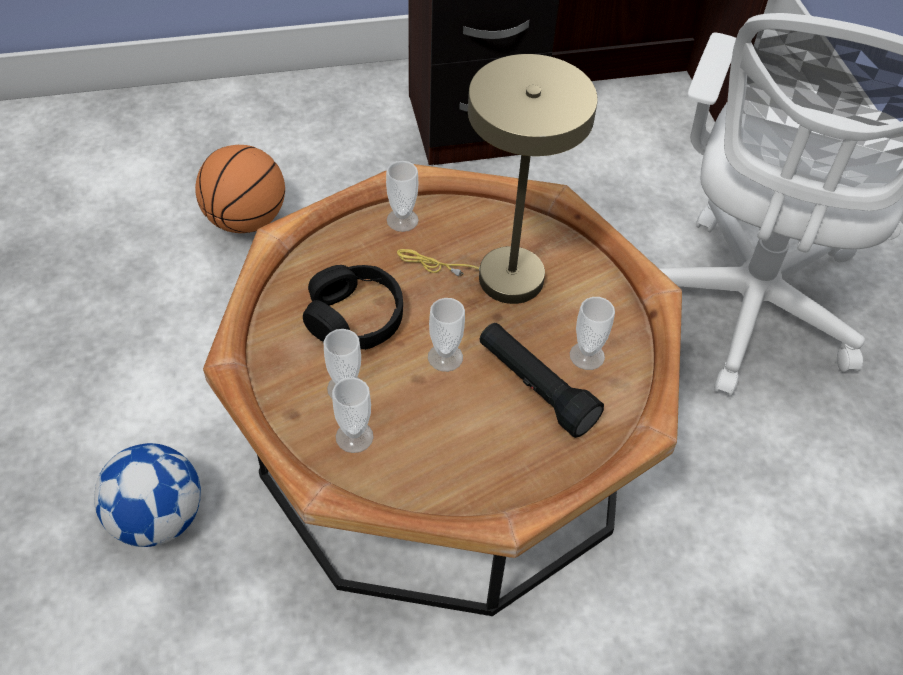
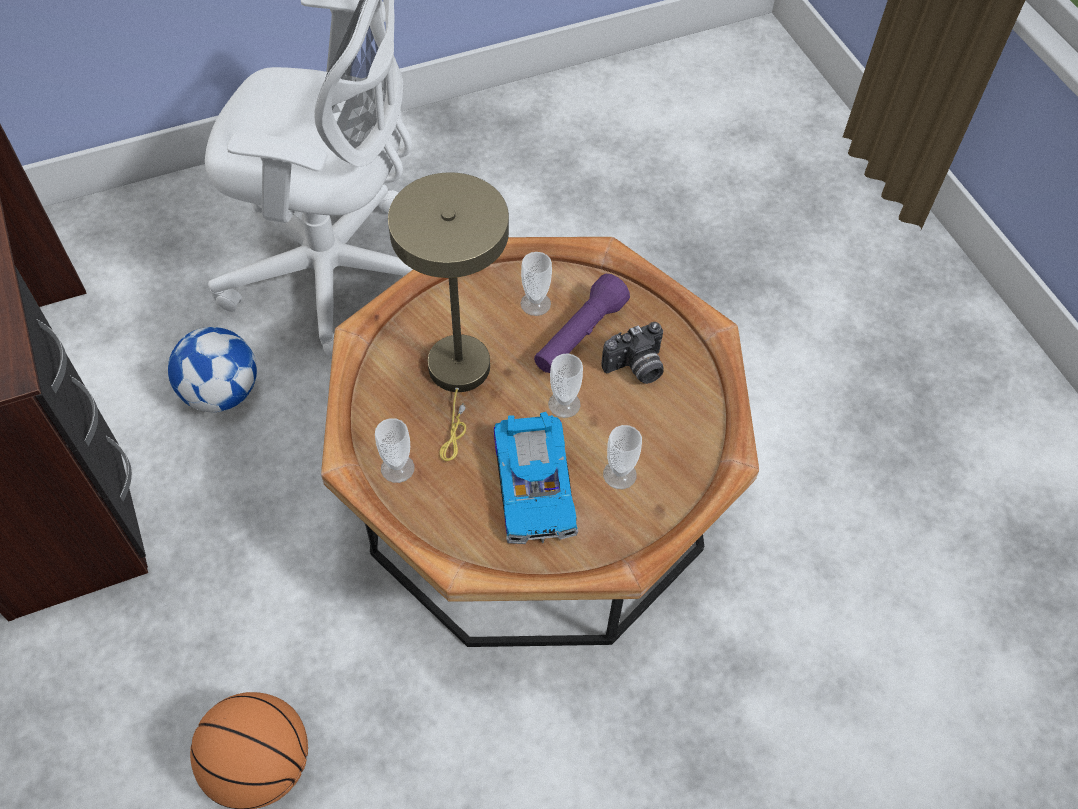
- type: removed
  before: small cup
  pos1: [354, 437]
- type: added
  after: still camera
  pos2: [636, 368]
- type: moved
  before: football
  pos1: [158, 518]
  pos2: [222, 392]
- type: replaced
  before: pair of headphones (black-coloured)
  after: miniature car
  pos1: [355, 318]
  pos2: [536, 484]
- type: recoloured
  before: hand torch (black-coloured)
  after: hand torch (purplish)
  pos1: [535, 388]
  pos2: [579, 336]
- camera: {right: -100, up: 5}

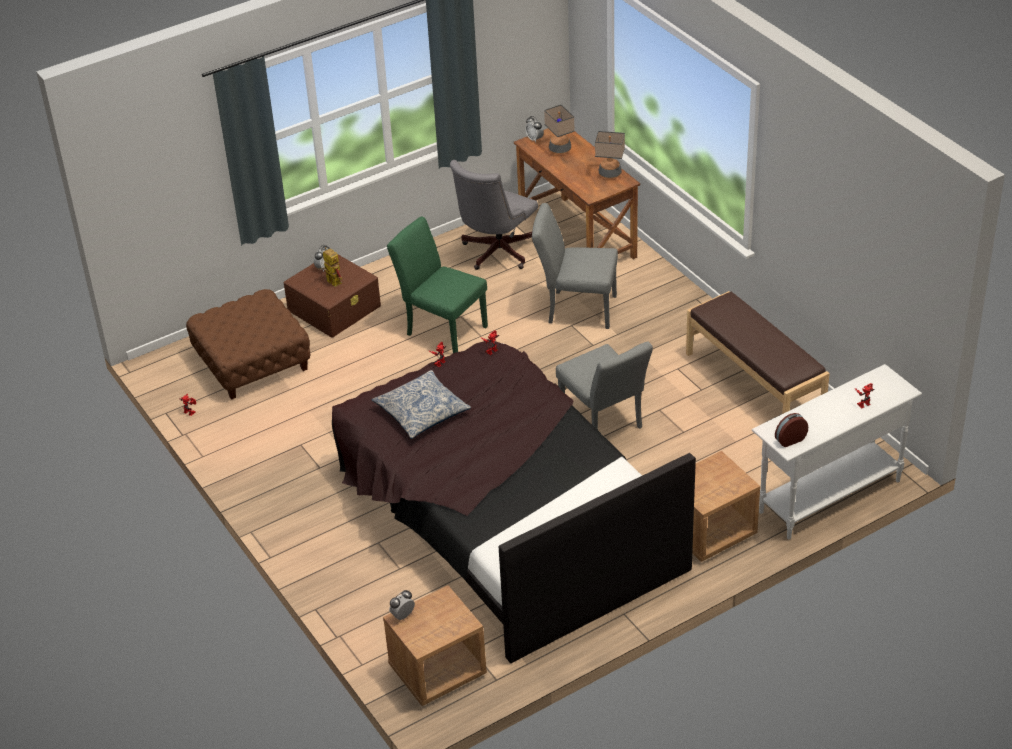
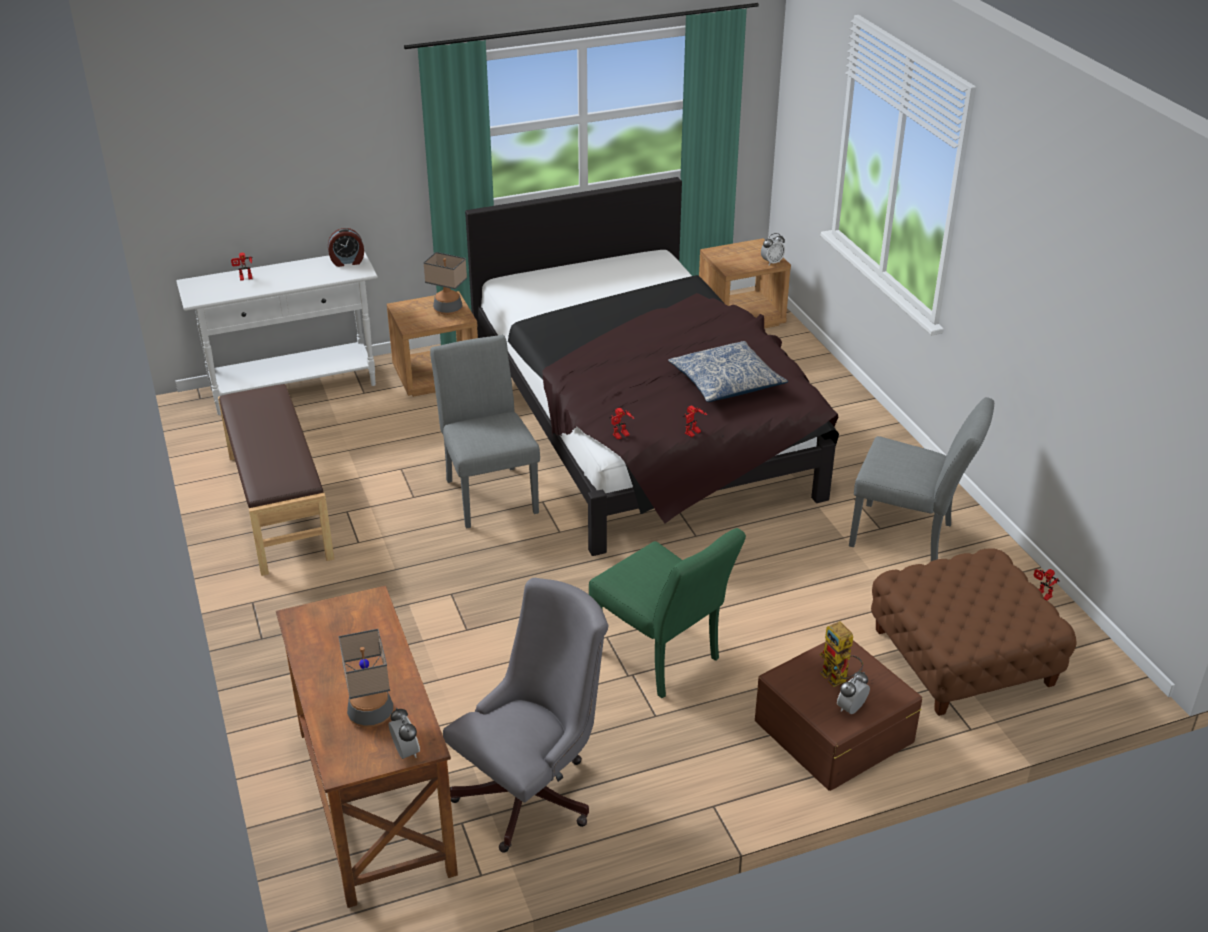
- type: moved
  before: plain chair (greyish)
  pos1: [576, 309]
  pos2: [909, 537]
- type: moved
  before: lamp for a table
  pos1: [610, 174]
  pos2: [448, 309]
- camera: {right: -170, up: -5}

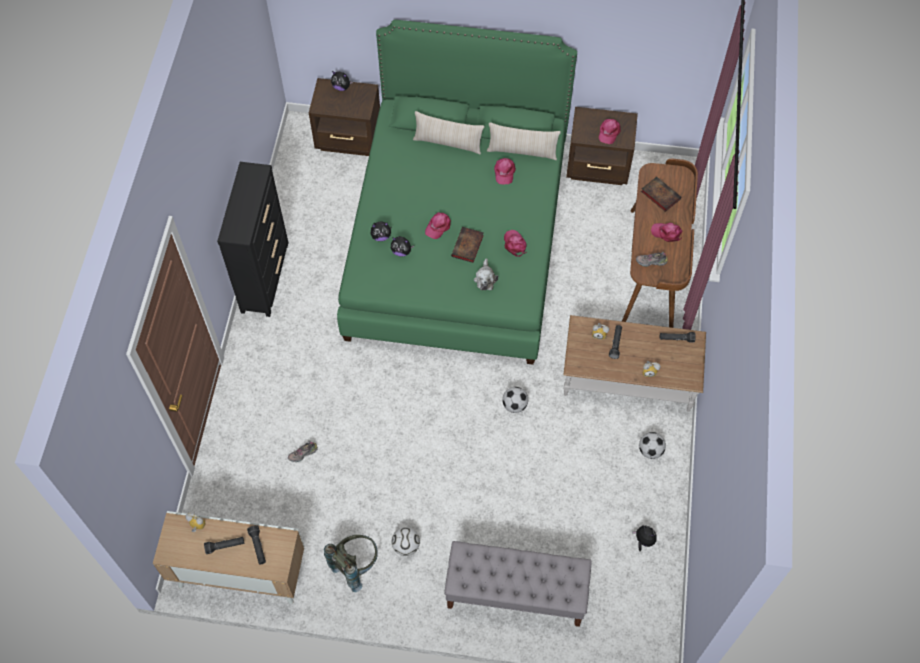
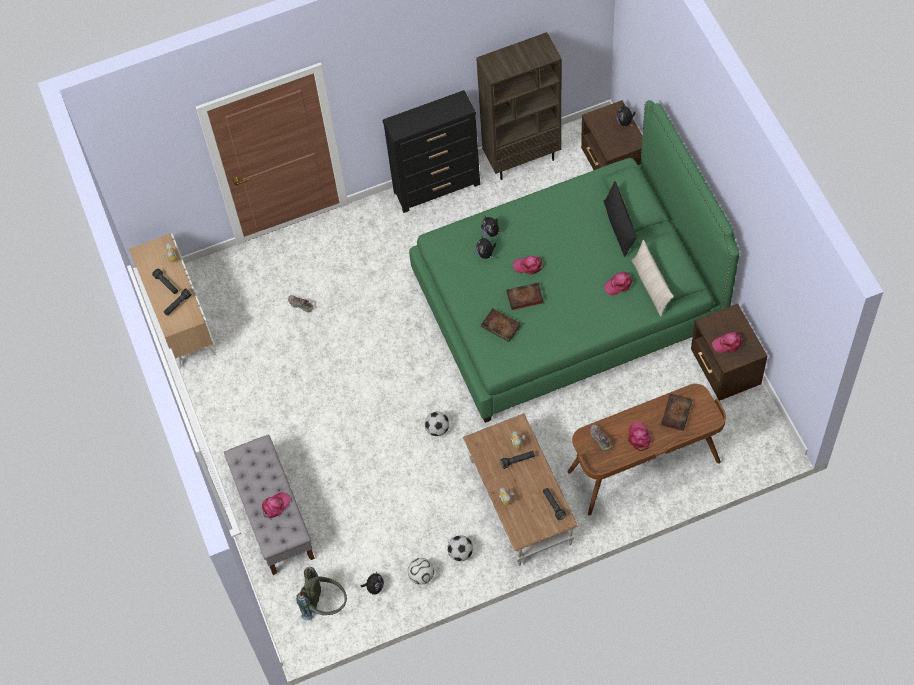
- type: added
  after: bookcase (brownish)
  pos2: [522, 158]
- type: moved
  before: knapsack (greyish)
  pos1: [355, 565]
  pos2: [325, 604]
- type: moved
  before: football
  pos1: [406, 546]
  pos2: [421, 576]
- type: moved
  before: peaked cap (pink-coloured)
  pos1: [515, 244]
  pos2: [275, 506]
- type: replaced
  before: soft toy
  after: bound book
  pos1: [485, 278]
  pos2: [501, 326]
- type: recoloured
  before: cushion (beige-coloured)
  after: cushion (black-coloured)
  pos1: [448, 143]
  pos2: [619, 227]
- camera: {right: 65, up: 0}

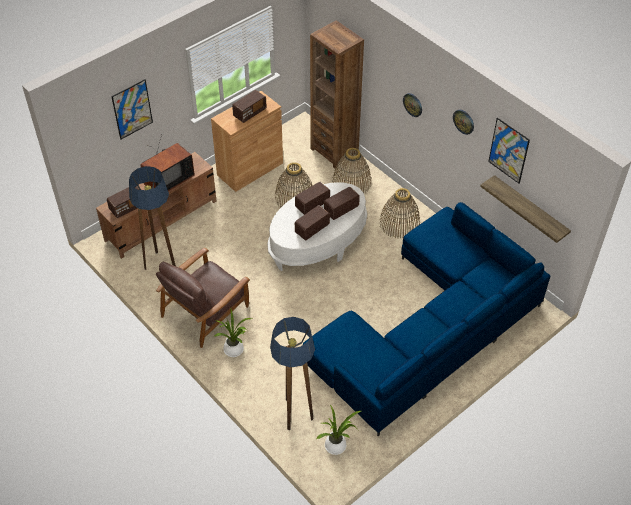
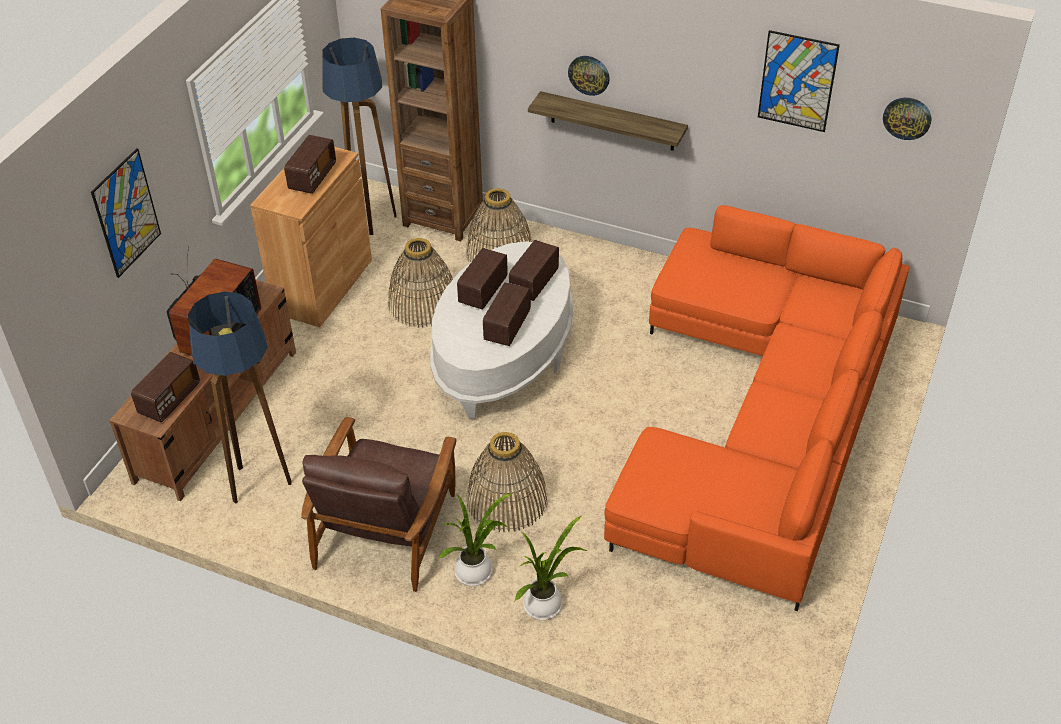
- type: moved
  before: standing lamp
  pos1: [294, 413]
  pos2: [369, 217]
- type: moved
  before: plant in a pot
  pos1: [337, 446]
  pos2: [546, 604]
- type: moved
  before: household basket
  pos1: [399, 223]
  pos2: [506, 500]
- type: moved
  before: wall clock
  pos1: [464, 121]
  pos2: [907, 118]
- type: moved
  before: bracket shelf
  pos1: [530, 209]
  pos2: [612, 121]
- type: recoloured
  before: couch (bluish)
  after: couch (orange)
  pos1: [430, 329]
  pos2: [762, 418]
- camera: {right: -25, up: -5}

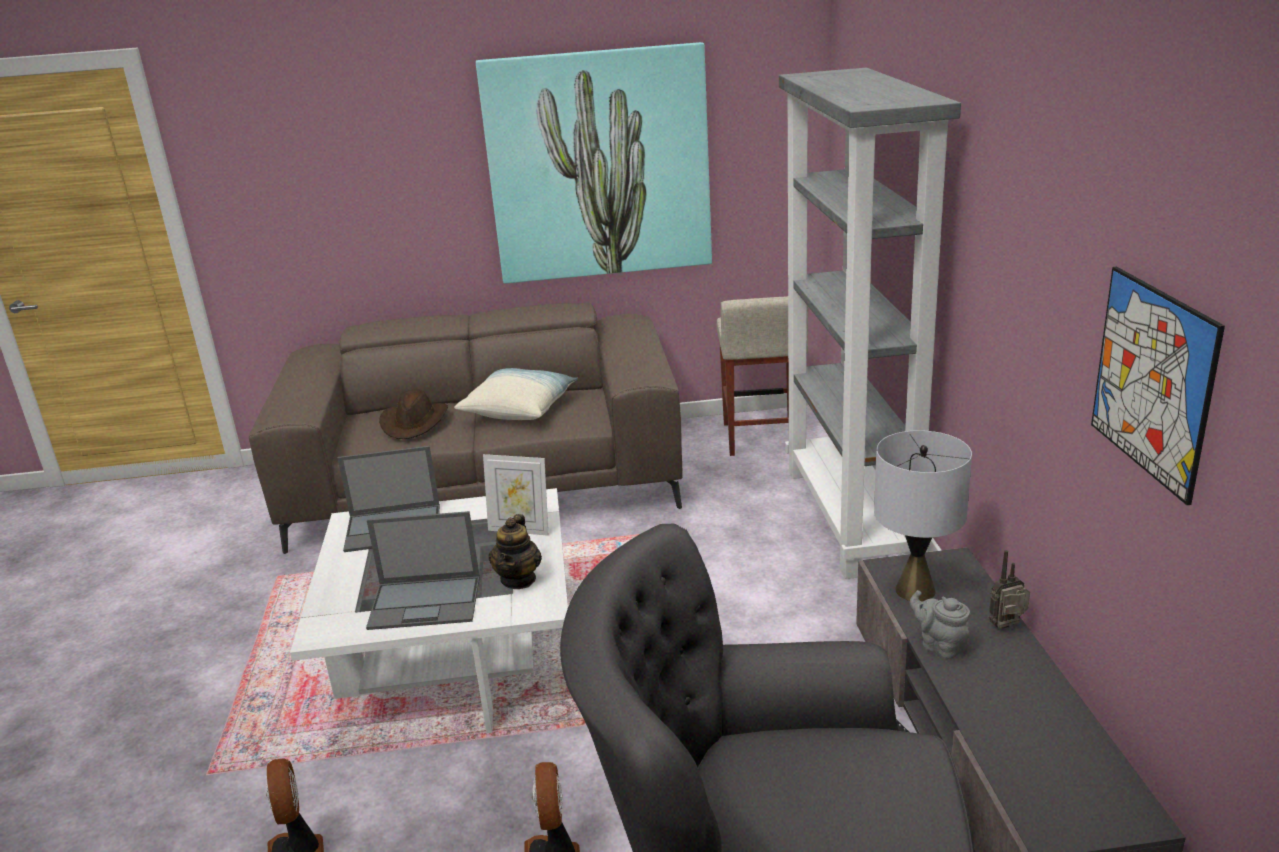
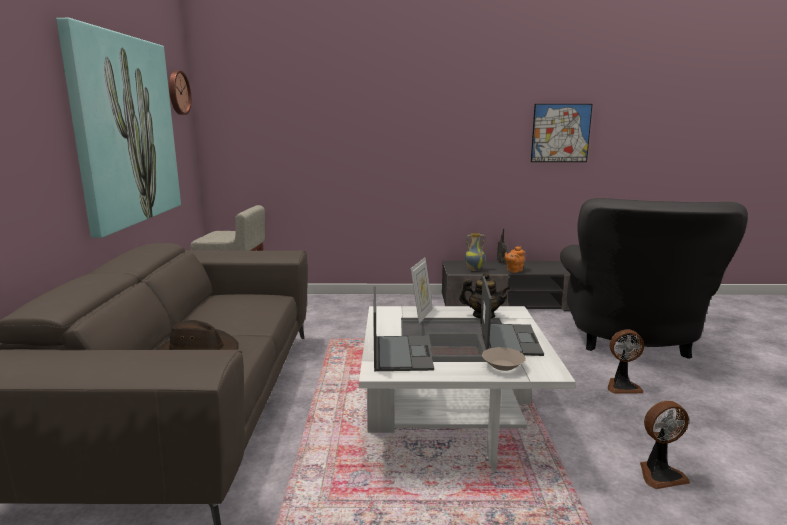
- type: removed
  before: cushion
  pos1: [519, 409]
- type: removed
  before: bookcase (greyish)
  pos1: [851, 517]
- type: added
  after: wall clock
  pos2: [177, 92]
- type: added
  after: bowl (beige-coloured)
  pos2: [502, 366]
- type: replaced
  before: lamp for a table (greyish)
  after: flower vase
  pos1: [915, 590]
  pos2: [474, 269]
- type: recoloured
  before: pot for tea (greyish)
  after: pot for tea (orange)
  pos1: [940, 646]
  pos2: [513, 271]
- camera: {right: -85, up: -10}

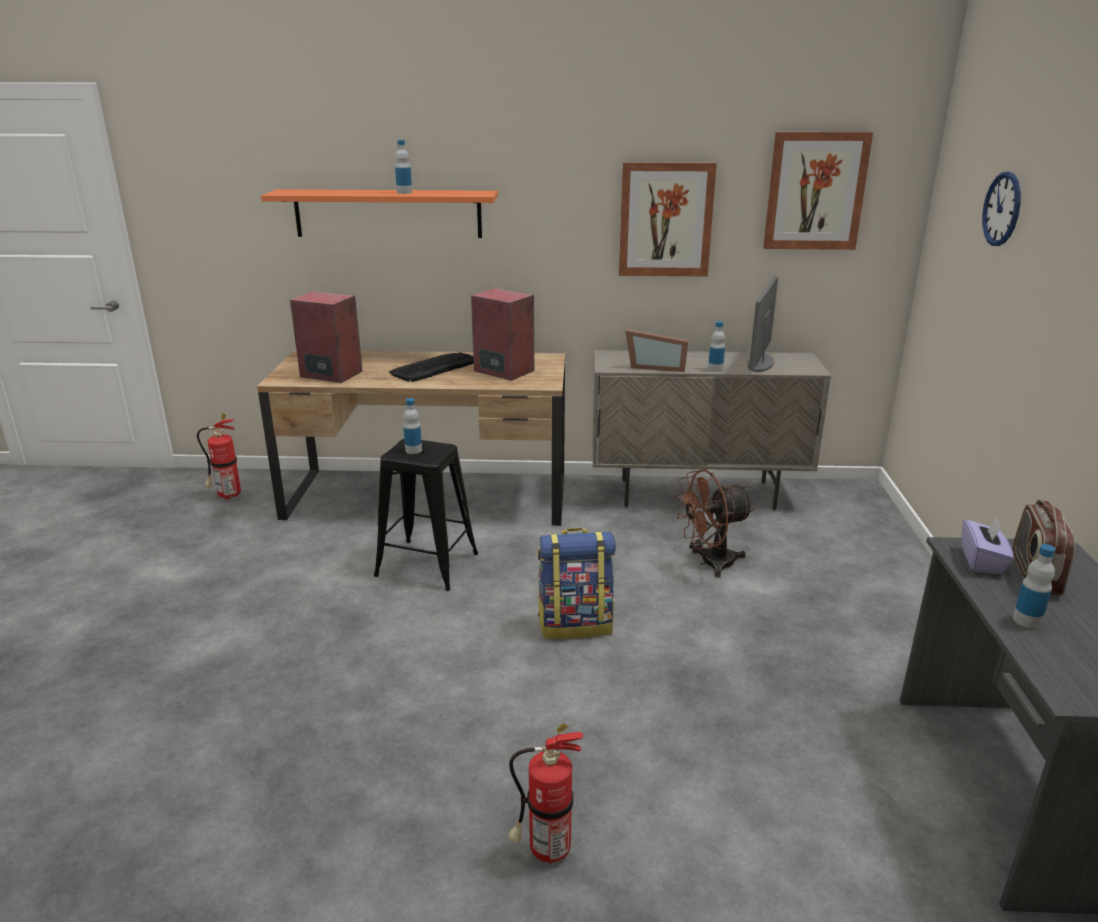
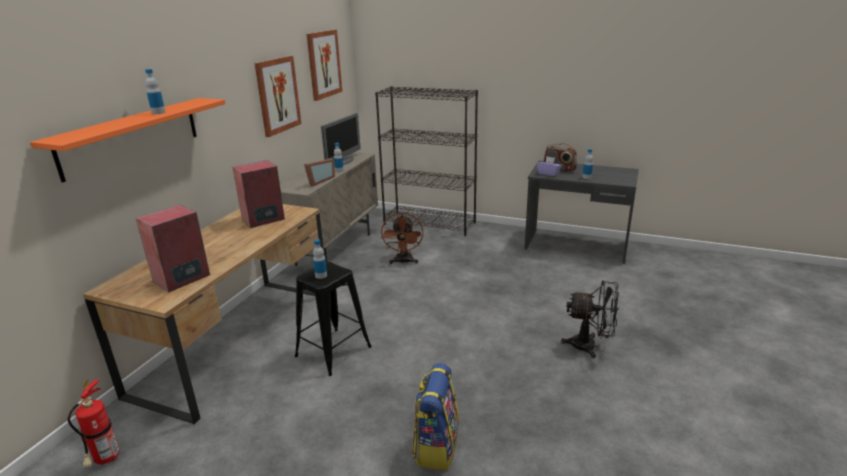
- type: removed
  before: PC keyboard
  pos1: [433, 367]
- type: removed
  before: wall clock
  pos1: [1002, 209]
- type: added
  after: bookcase (black-coloured)
  pos2: [430, 223]
- type: moved
  before: knapsack
  pos1: [575, 624]
  pos2: [436, 446]
- type: replaced
  before: extinguisher
  after: cooling fan (black-coloured)
  pos1: [544, 851]
  pos2: [590, 346]
- type: turned
  before: computer display
  pos1: [760, 364]
  pos2: [343, 162]
  turn: -105
- camera: {right: -70, up: 0}

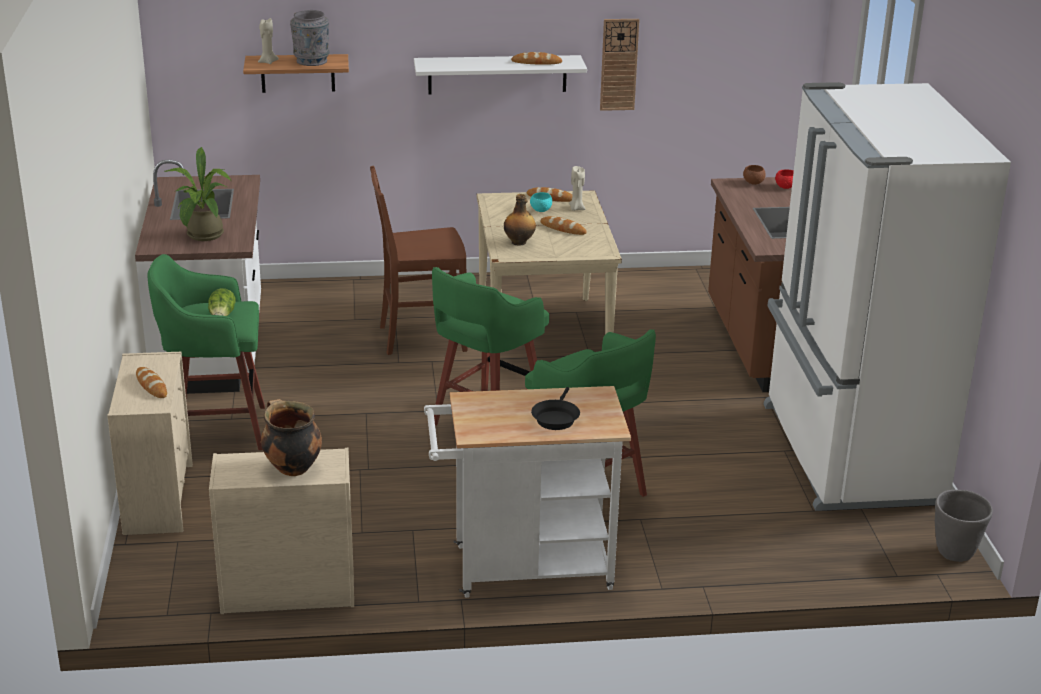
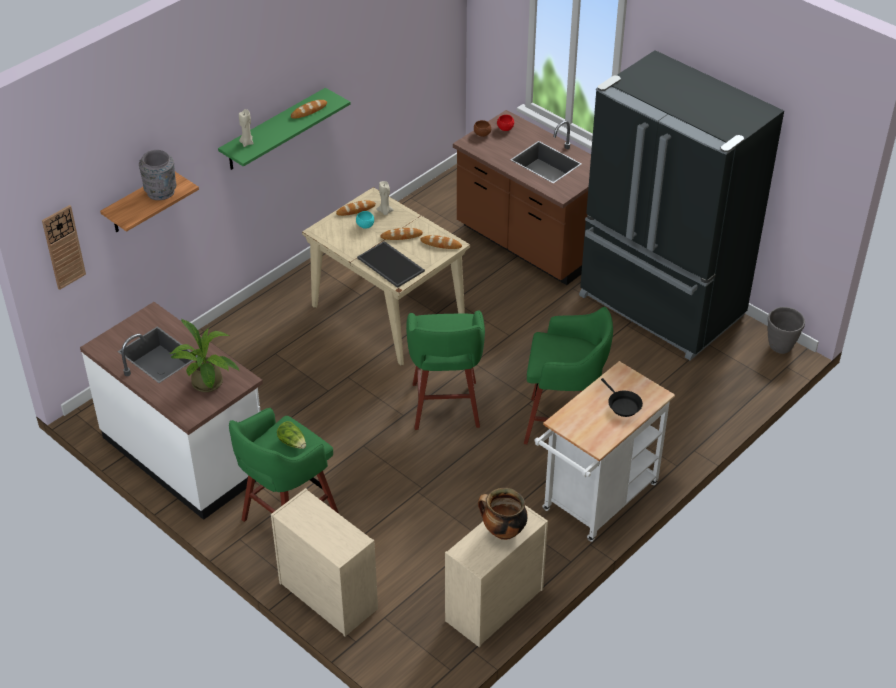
- type: removed
  before: plain chair (brownish)
  pos1: [420, 338]
- type: moved
  before: baked bread
  pos1: [151, 385]
  pos2: [441, 244]
- type: moved
  before: candle (beige-coloured)
  pos1: [267, 62]
  pos2: [247, 143]
- type: moved
  before: wall clock
  pos1: [619, 64]
  pos2: [63, 247]
- type: replaced
  before: drink bottle
  after: carrying tray
  pos1: [519, 242]
  pos2: [392, 264]
- type: recoloured
  before: bracket shelf (whitish)
  after: bracket shelf (green)
  pos1: [497, 74]
  pos2: [274, 130]
- type: recoloured
  before: fridge (whitish)
  after: fridge (black-coloured)
  pos1: [847, 454]
  pos2: [660, 307]
- camera: {right: -40, up: 15}

